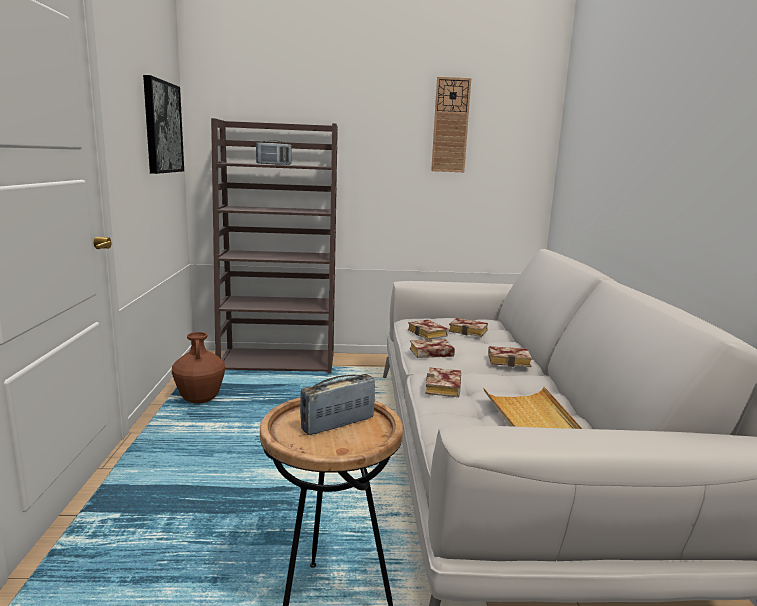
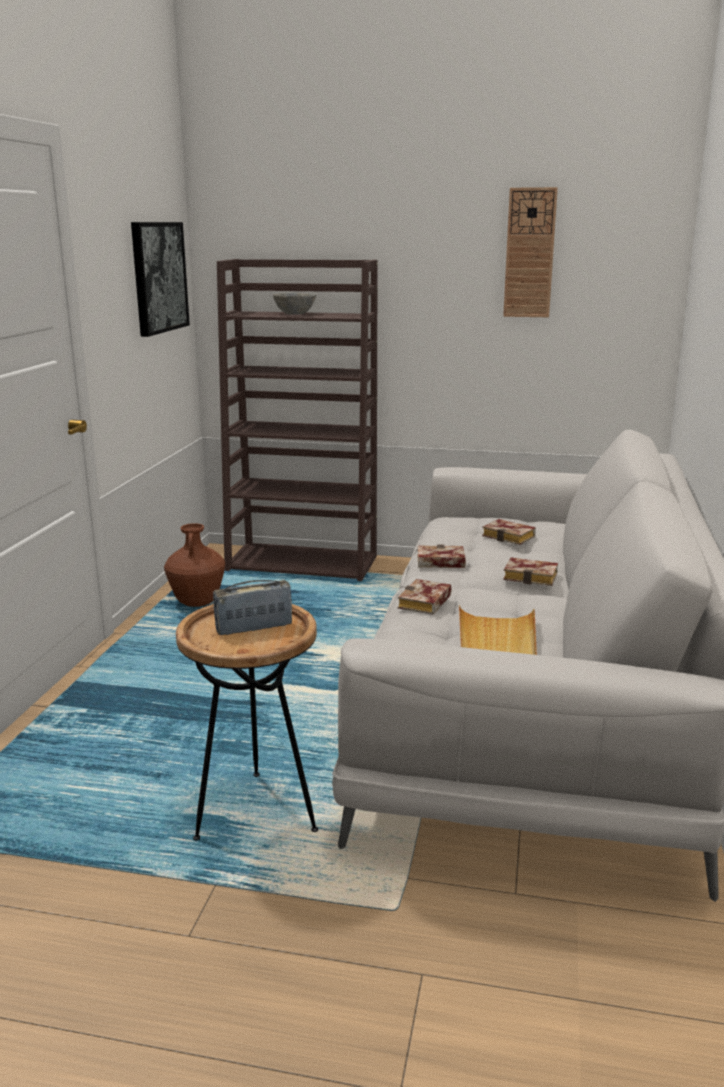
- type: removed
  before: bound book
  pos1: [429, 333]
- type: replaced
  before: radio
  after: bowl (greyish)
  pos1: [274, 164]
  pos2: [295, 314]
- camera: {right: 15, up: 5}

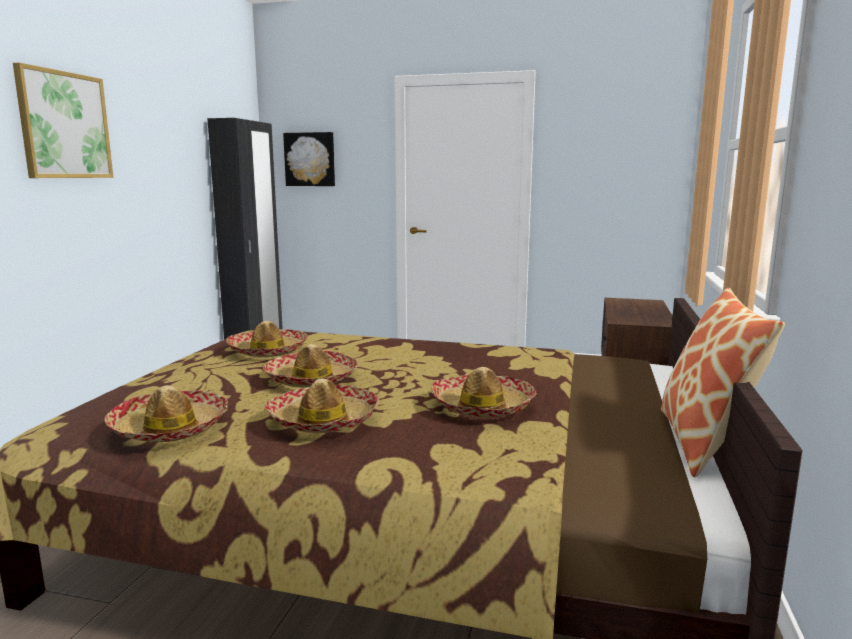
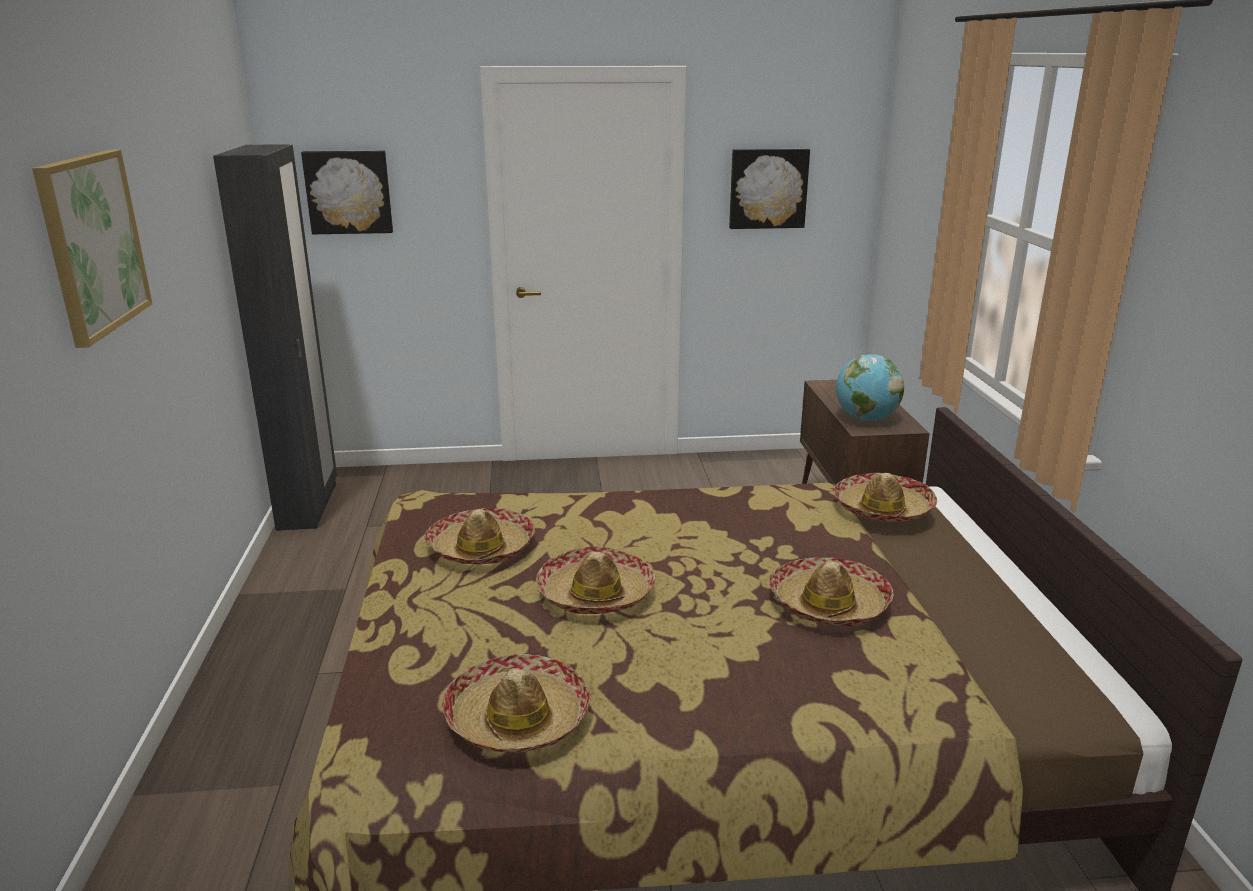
- type: removed
  before: cushion
  pos1: [705, 442]
- type: added
  after: picture
  pos2: [768, 188]
- type: added
  after: globe
  pos2: [865, 419]
- type: moved
  before: hat
  pos1: [323, 420]
  pos2: [883, 509]
- camera: {right: -20, up: 10}

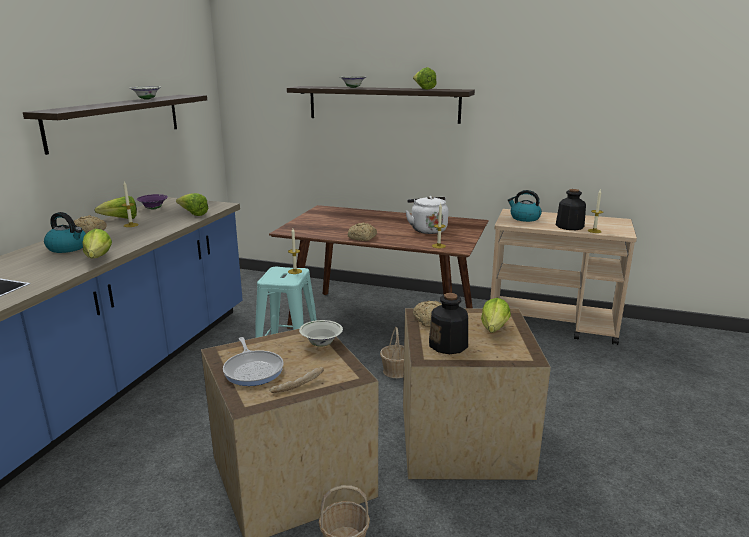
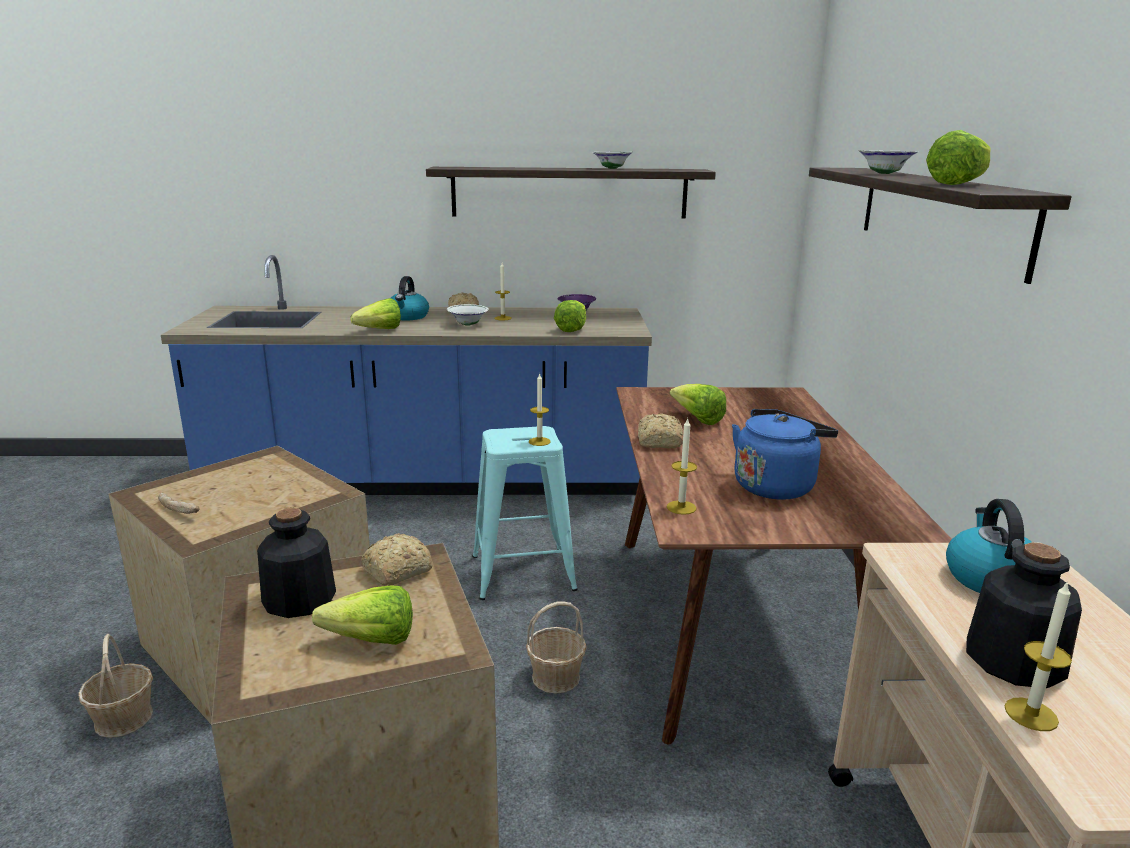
- type: removed
  before: frying pan
  pos1: [253, 370]
- type: moved
  before: head of lettuce
  pos1: [121, 219]
  pos2: [697, 419]
- type: moved
  before: bowl (whitish)
  pos1: [321, 344]
  pos2: [468, 324]
- type: recoloured
  before: tea kettle (whitish)
  after: tea kettle (bluish)
  pos1: [427, 230]
  pos2: [776, 485]
- camera: {right: 70, up: 0}

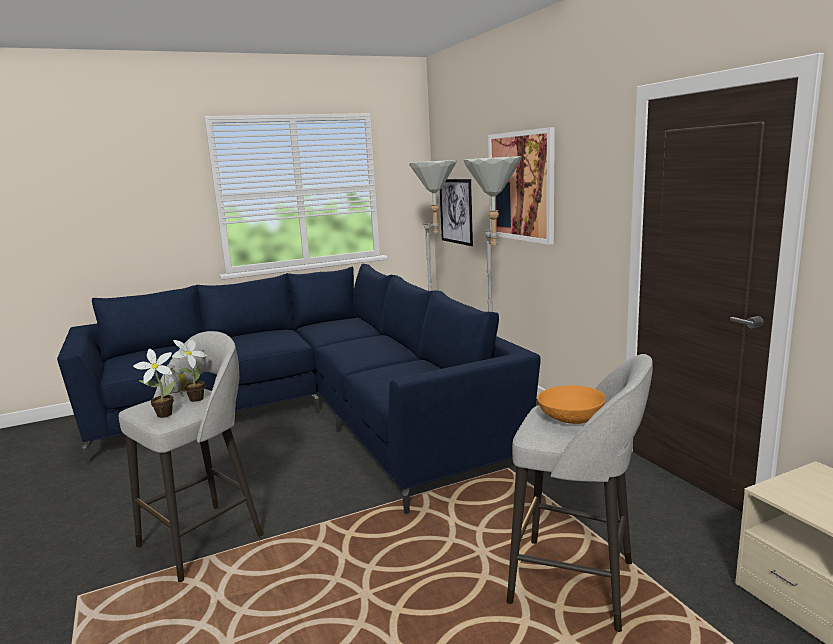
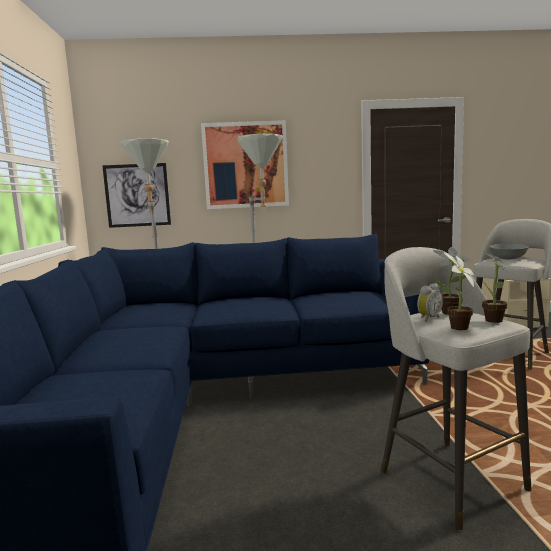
- type: added
  after: plant in a pot
  pos2: [457, 328]
- type: recoloured
  before: bowl (orange)
  after: bowl (greyish)
  pos1: [571, 418]
  pos2: [507, 258]
- camera: {right: -70, up: -5}

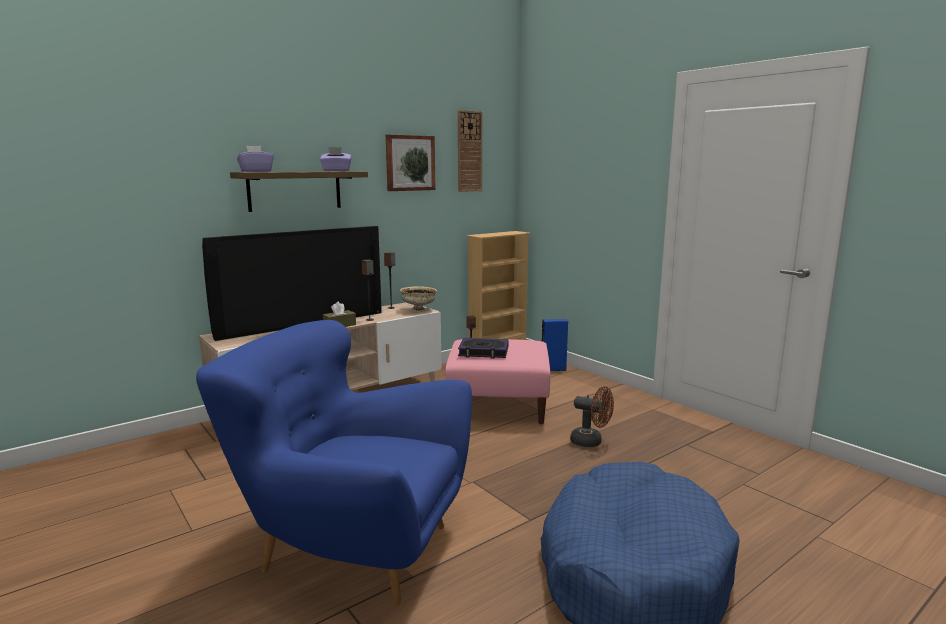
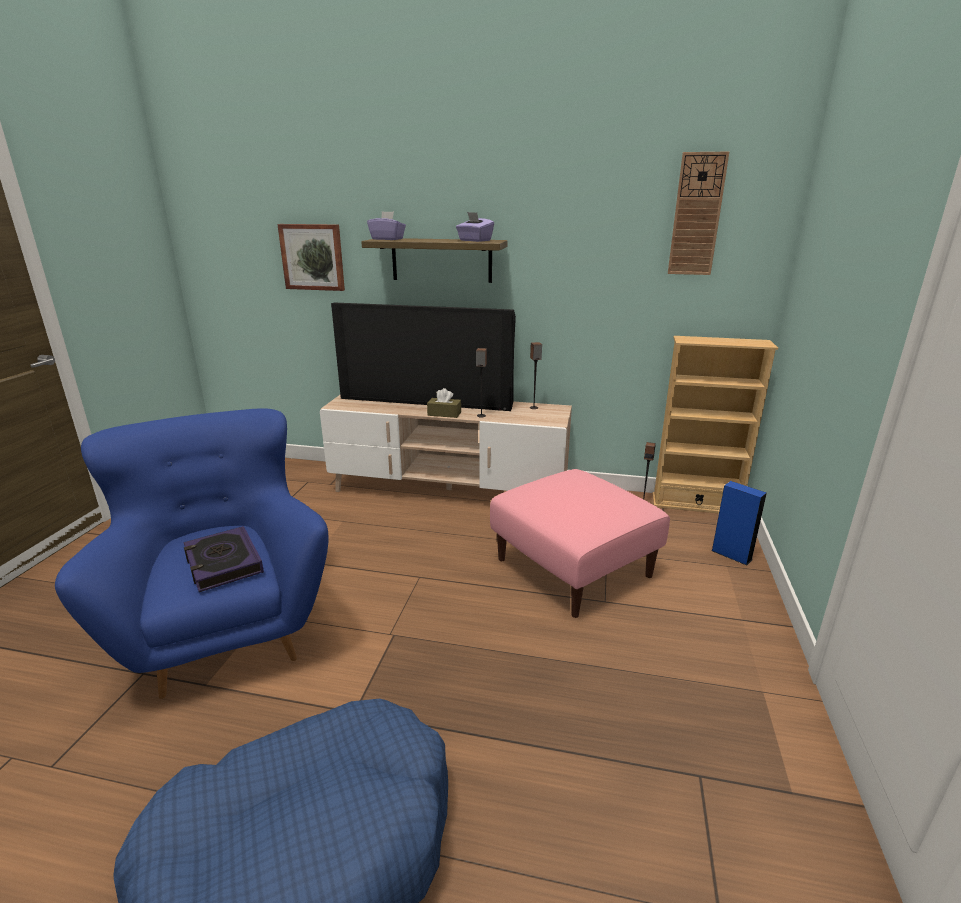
- type: removed
  before: bowl (beige-coloured)
  pos1: [419, 310]
- type: removed
  before: cooling fan (brownish)
  pos1: [591, 442]
- type: moved
  before: picture
  pos1: [409, 163]
  pos2: [313, 257]
- type: moved
  before: bound book
  pos1: [483, 352]
  pos2: [223, 563]
- camera: {right: 50, up: 10}

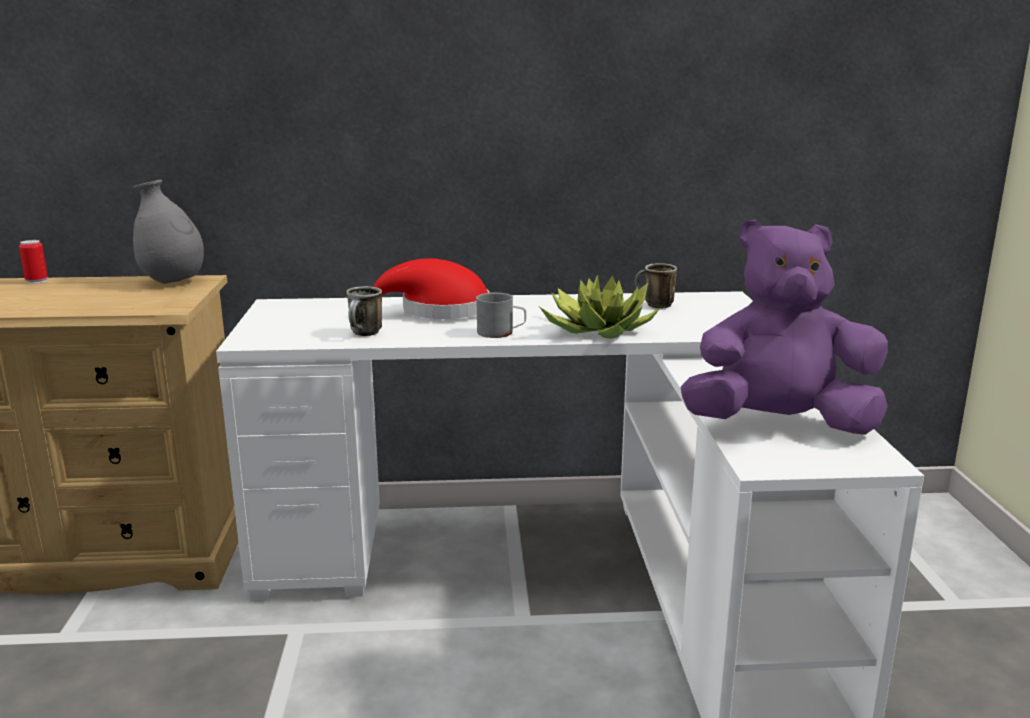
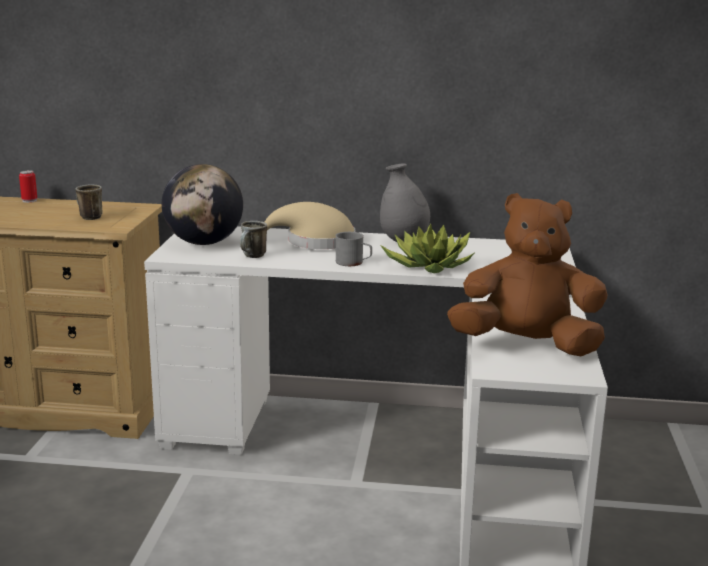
- type: added
  after: globe
  pos2: [204, 243]
- type: moved
  before: flower vase (greyish)
  pos1: [173, 282]
  pos2: [404, 241]
- type: moved
  before: tea mug
  pos1: [653, 305]
  pos2: [87, 217]
- type: recoloured
  before: hat (red)
  after: hat (beige-coloured)
  pos1: [438, 311]
  pos2: [315, 242]
- type: recoloured
  before: soft toy (purplish)
  after: soft toy (brownish)
  pos1: [779, 425]
  pos2: [526, 345]
- camera: {right: 10, up: 0}

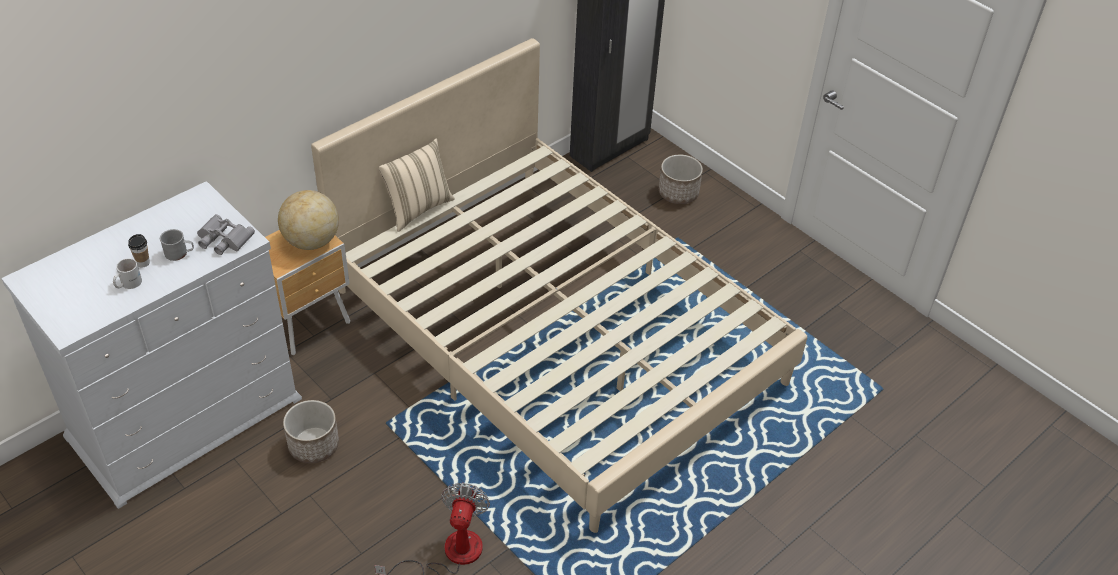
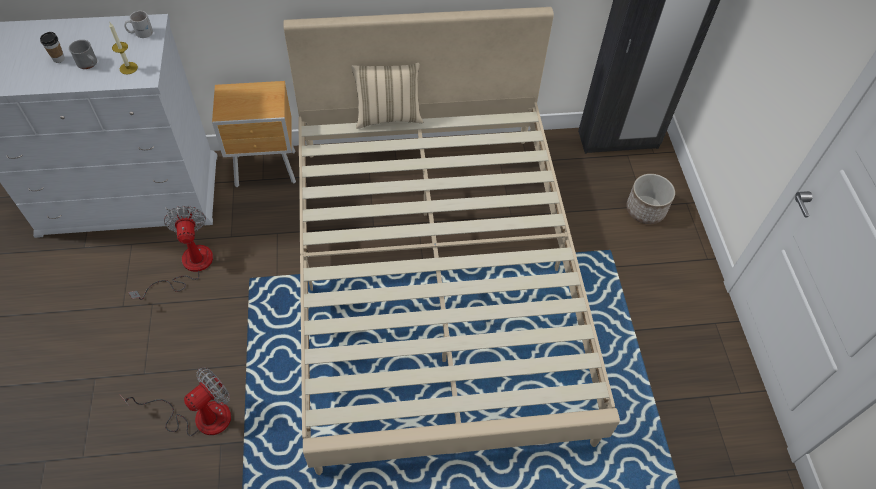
- type: removed
  before: globe
  pos1: [311, 241]
- type: moved
  before: tea mug (whitish)
  pos1: [127, 283]
  pos2: [140, 32]
- type: replaced
  before: binoculars (greyish)
  after: candle
  pos1: [223, 239]
  pos2: [128, 68]
- type: replaced
  before: plant pot
  after: cooling fan
  pos1: [314, 445]
  pos2: [188, 266]
- camera: {right: 35, up: 10}

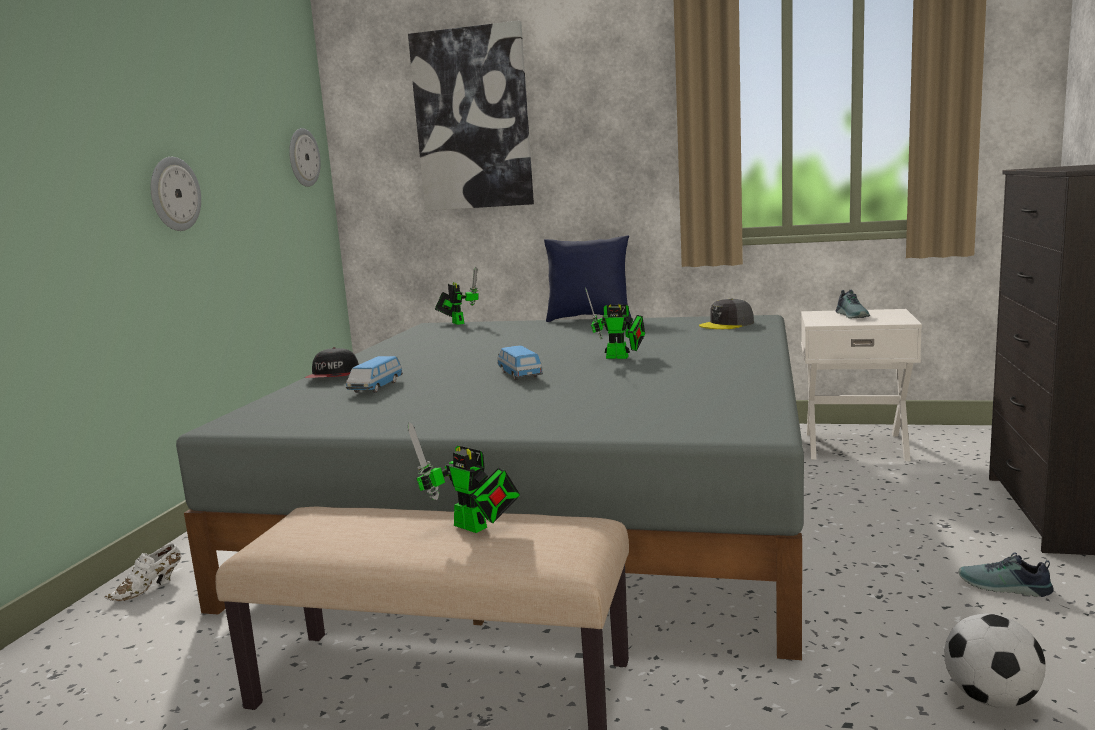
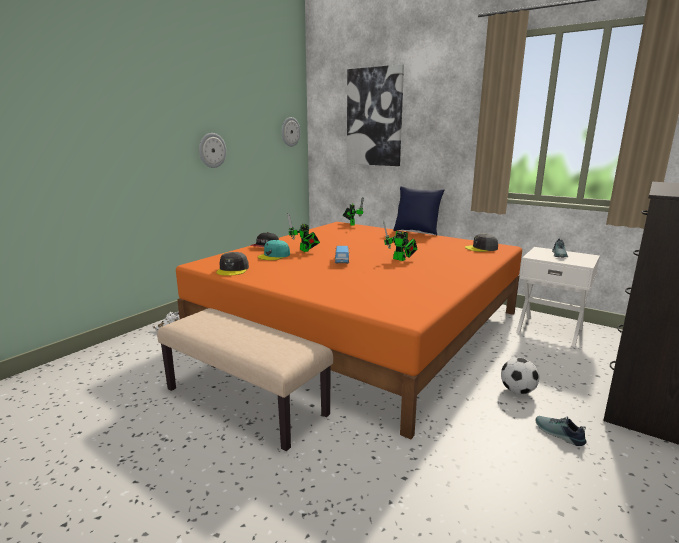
- type: added
  after: peaked cap (greyish)
  pos2: [233, 270]
- type: moved
  before: toy robot
  pos1: [474, 528]
  pos2: [305, 251]
- type: moved
  before: football
  pos1: [991, 699]
  pos2: [517, 391]
- type: replaced
  before: miniature car
  after: peaked cap (turquoise)
  pos1: [375, 387]
  pos2: [274, 256]
- type: recoloured
  before: bedroom bed (greyish)
  after: bedroom bed (orange)
  pos1: [553, 504]
  pos2: [361, 327]
- camera: {right: 20, up: 5}

